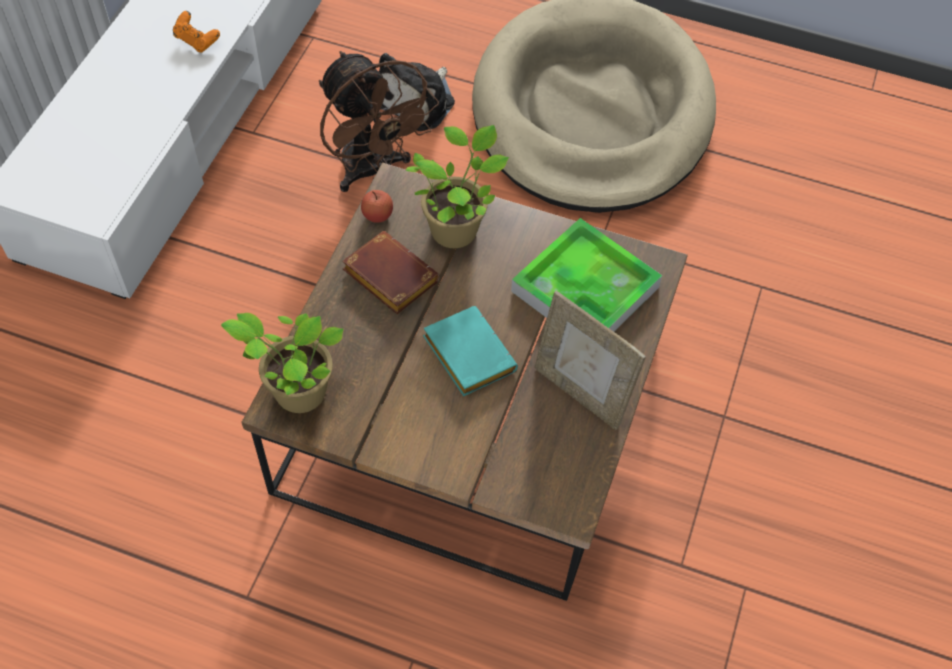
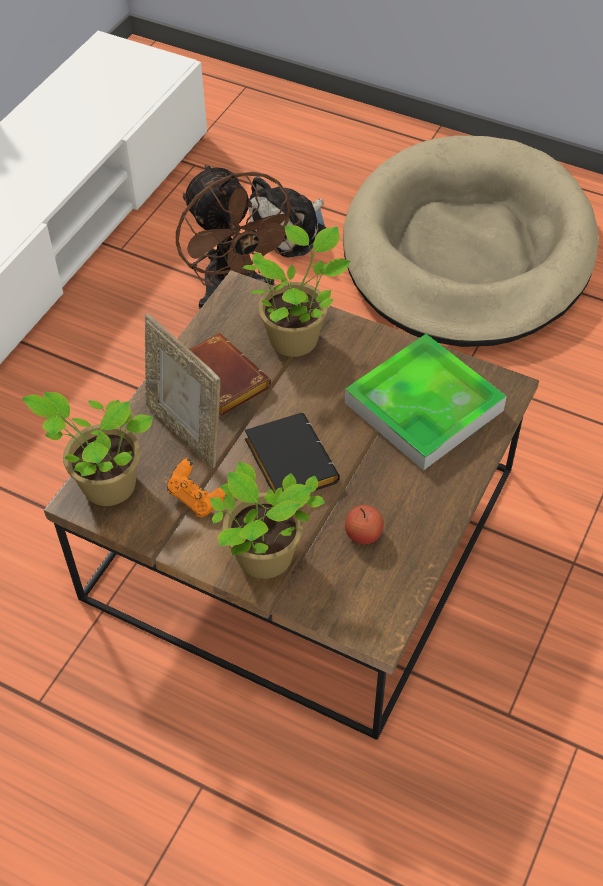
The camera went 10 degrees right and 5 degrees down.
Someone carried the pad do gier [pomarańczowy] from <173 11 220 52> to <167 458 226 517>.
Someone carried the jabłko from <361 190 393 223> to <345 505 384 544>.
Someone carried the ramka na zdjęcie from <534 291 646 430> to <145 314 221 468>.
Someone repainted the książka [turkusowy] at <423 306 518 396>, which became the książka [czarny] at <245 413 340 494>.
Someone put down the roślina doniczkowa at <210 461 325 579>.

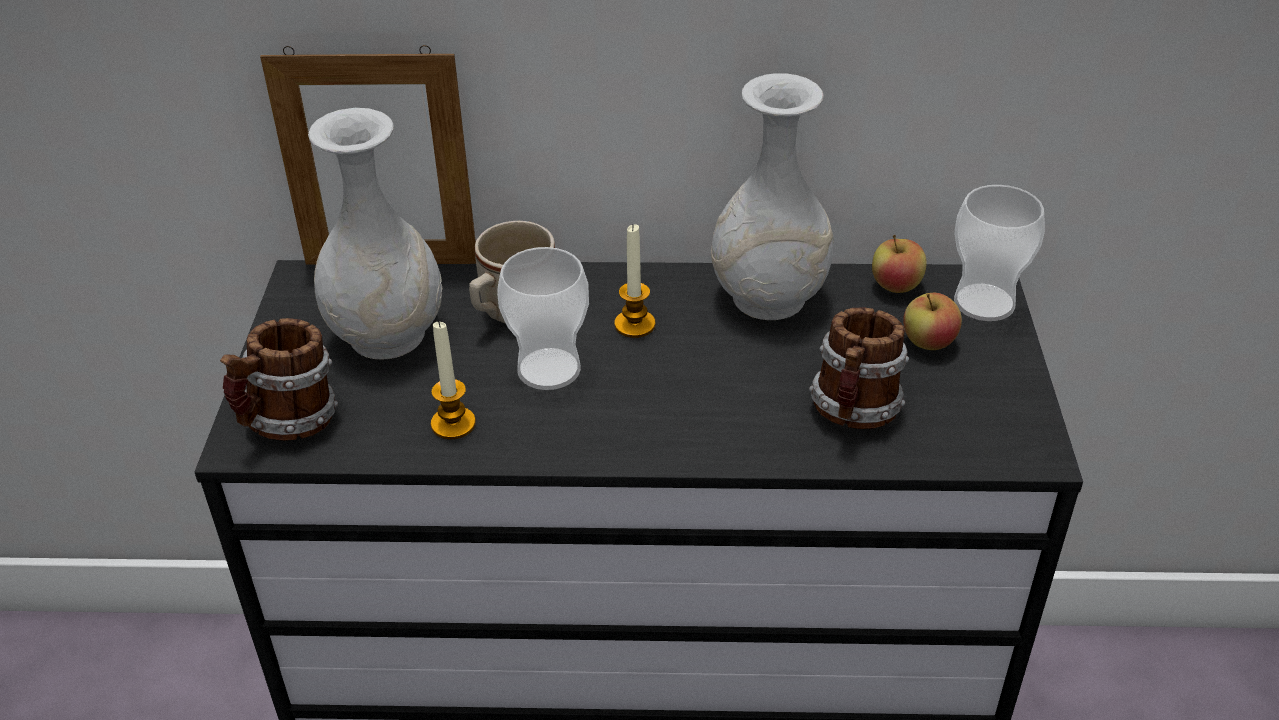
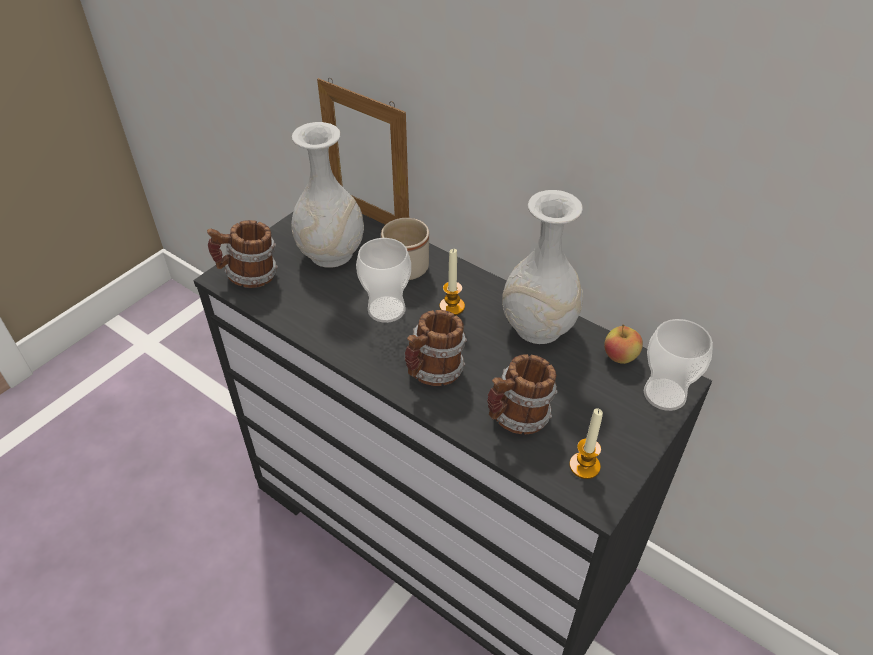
The camera went 35 degrees right and 5 degrees up.
Someone took away the jabłko at <903 293 962 350>.
Someone carried the świeca from <431 320 476 439> to <569 408 603 479>.
Someone put down the kubek at <405 310 467 386>.

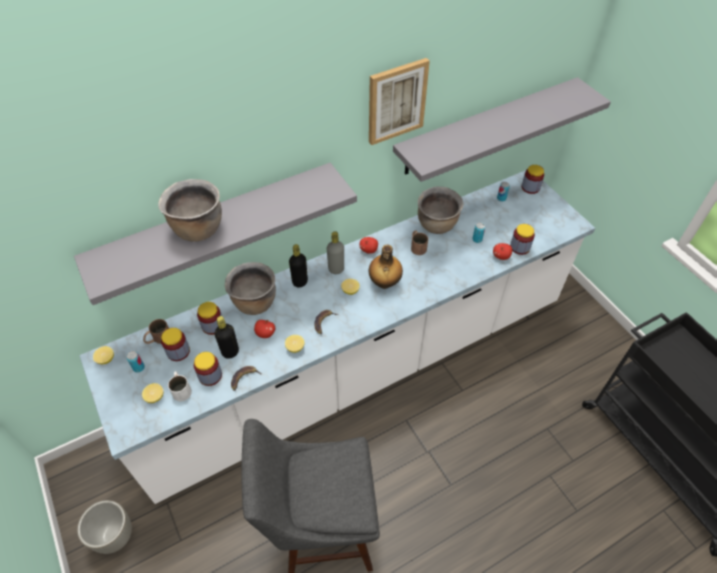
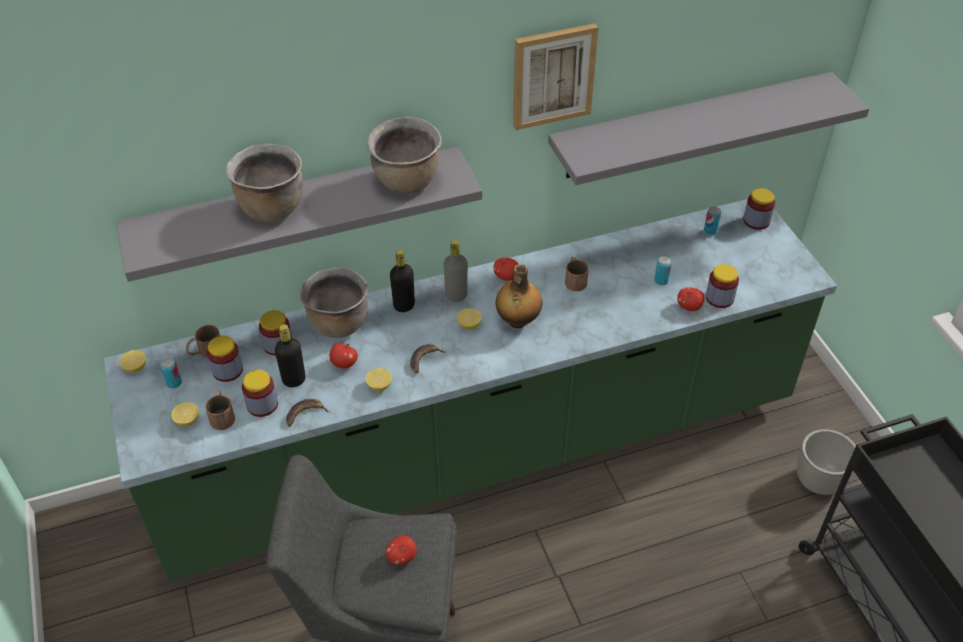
The camera went 10 degrees right and 5 degrees down.
Someone repainted the zabudowa kuchenna [biały] at <79 170 595 504>, which became the zabudowa kuchenna [zielony] at <103 199 837 581>.
Someone carried the garnek [brązowy] from <418 186 464 234> to <367 117 442 193>.
Someone repainted the kubek [biały] at <168 371 192 401>, which became the kubek [brązowy] at <205 391 235 430>.
Someone carried the donica [szary] from <77 500 132 554> to <797 429 856 495>.
Someone put down the jabłko at <386 535 417 566>.

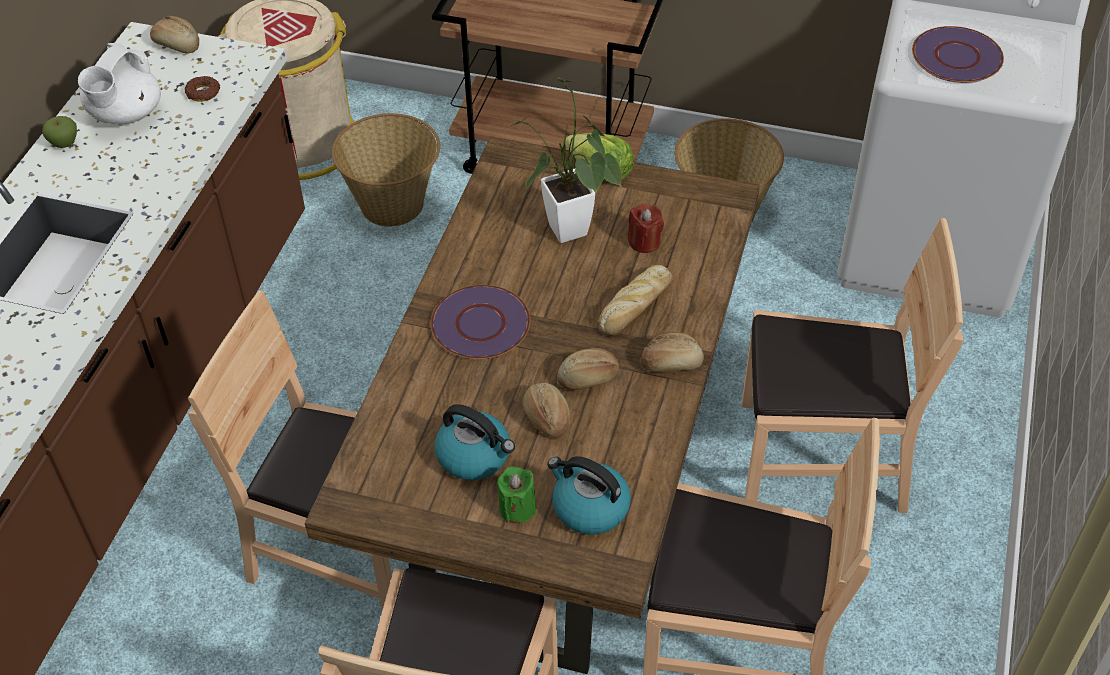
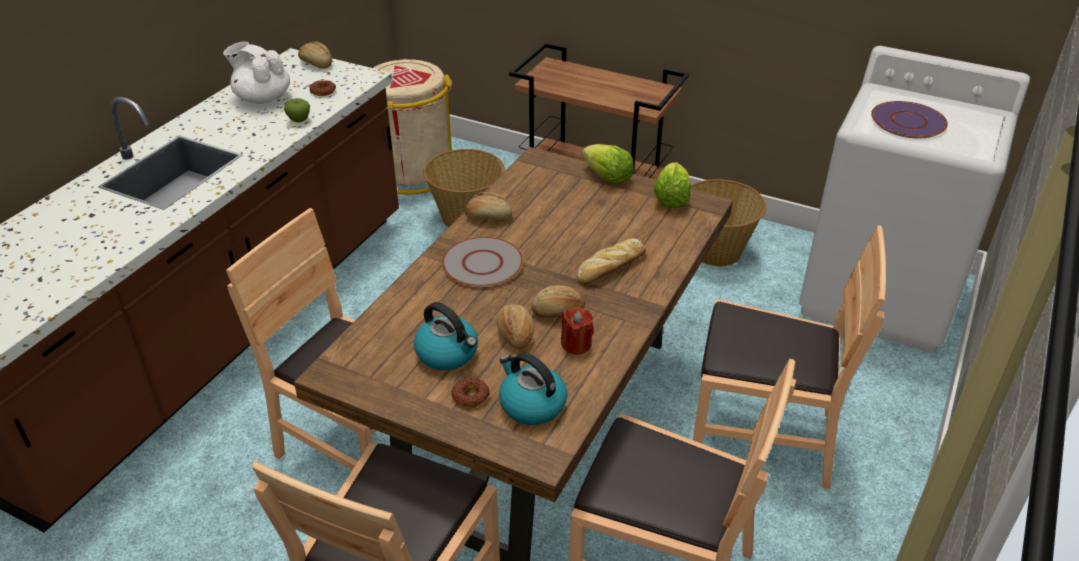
The camera went 10 degrees right and 10 degrees down.
Someone rotated the imbryk [biały] at <78 43 161 124> by 90 degrees clockwise.
Someone took away the roślina doniczkowa at <511 77 622 243>.
Someone carried the jabłko from <42 116 77 148> to <284 98 310 123>.
Someone carried the świeca [czerwony] from <628 203 664 253> to <561 307 594 354>.
Someone repainted the talerz [fioletowy] at <431 285 530 359>, which became the talerz [szary] at <442 237 523 287>.
Someone carried the chleb from <640 332 704 372> to <465 192 512 221>.
Someone swapped the świeca [zielony] at <497 466 536 523> for the donut at <451 378 490 408>.
Someone put down the sałata at <654 162 691 208>.

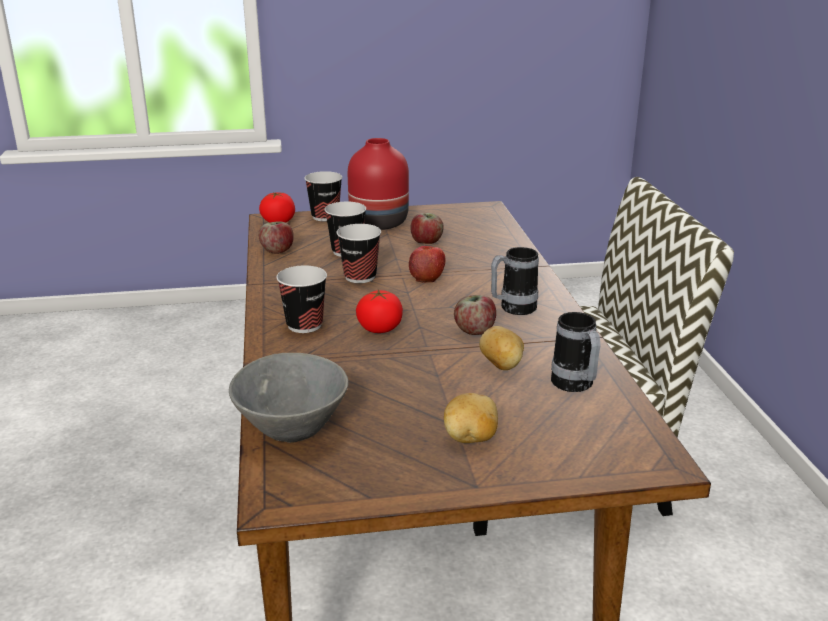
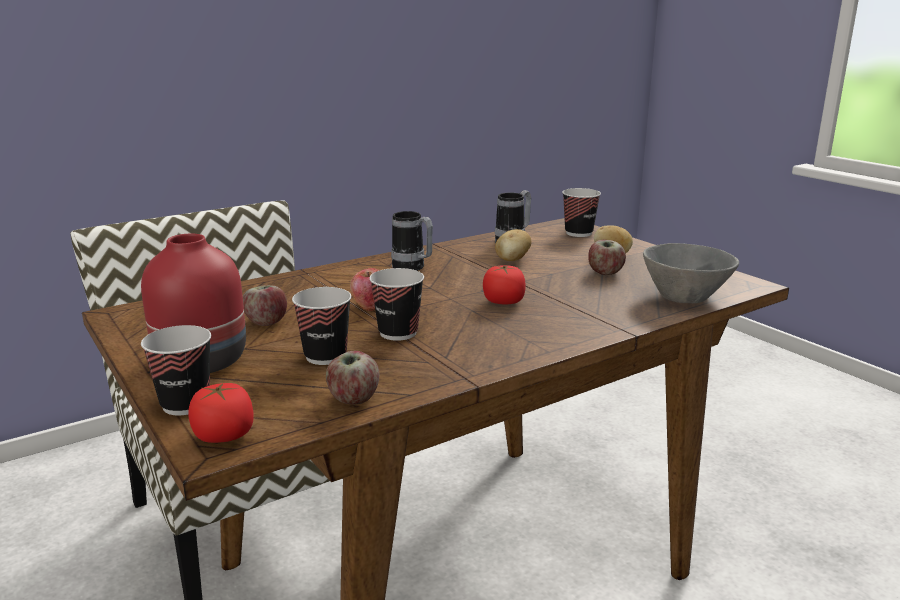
The camera went 115 degrees left and 5 degrees down.
Someone carried the filiżanka from <276 265 327 333> to <562 188 601 237>.
Someone carried the jabłko from <454 295 496 335> to <588 240 626 275>.

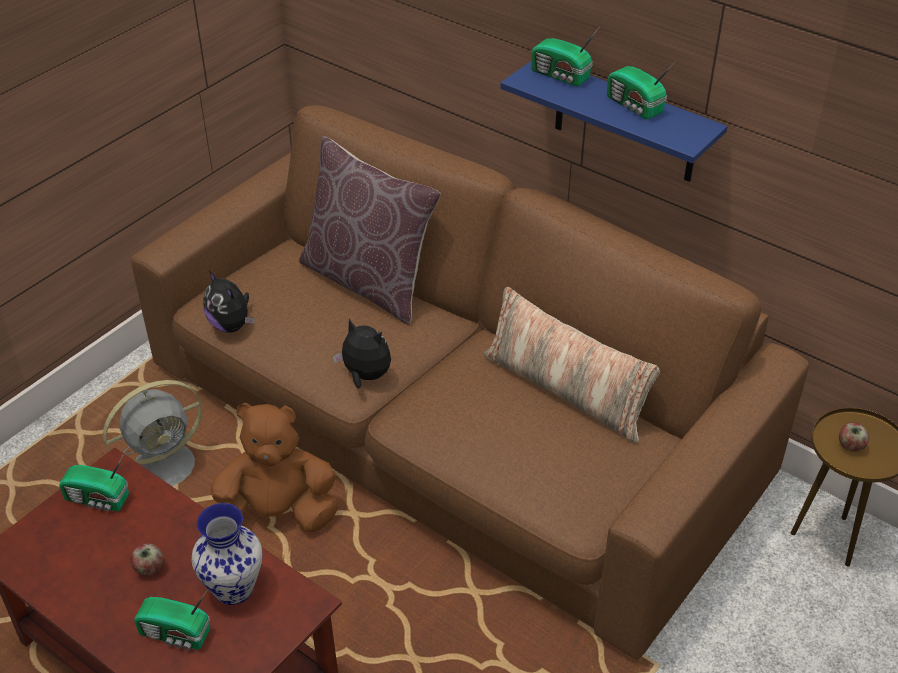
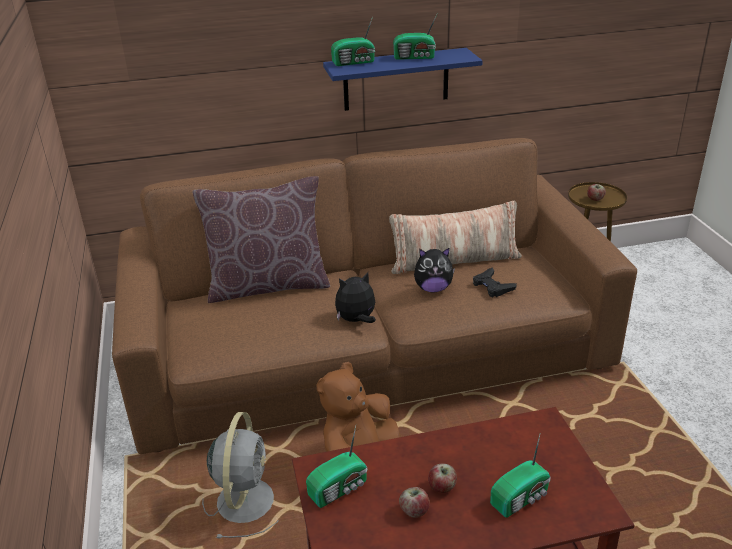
The camera went 50 degrees left and 10 degrees down.
Someone carried the pluszak from <204 271 255 333> to <414 248 455 293>.
Someone took away the wazon at <191 503 263 605>.
Someone put down the pad do gier [czarny] at <473 268 517 297>.
Someone put down the jabłko at <399 487 429 518>.

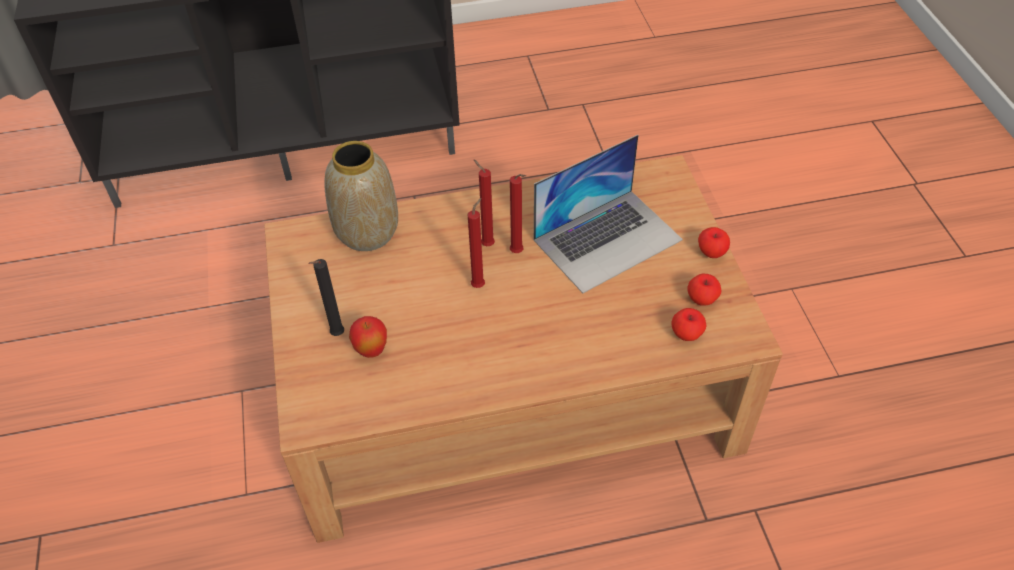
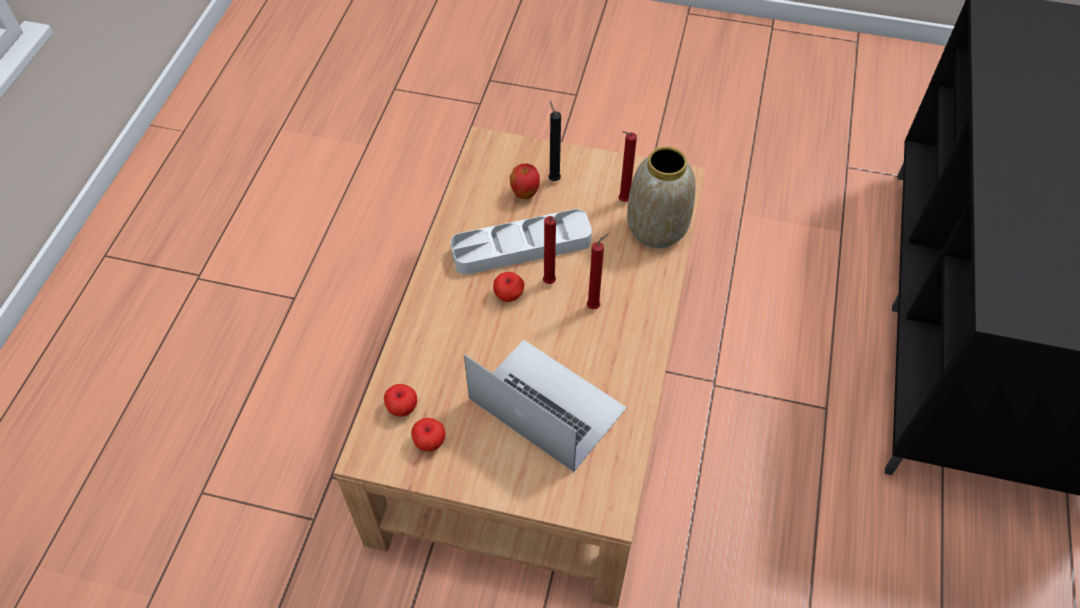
The camera went 115 degrees right and 5 degrees up.
Someone rotated the laptop at <534 135 683 293> by 135 degrees clockwise.
Someone carried the świeca [czerwony] from <510 174 526 253> to <618 131 637 202>.
Someone carried the jabłko from <698 227 730 258> to <493 272 524 302>.
Someone put down the taca [szary] at <451 209 592 275>.

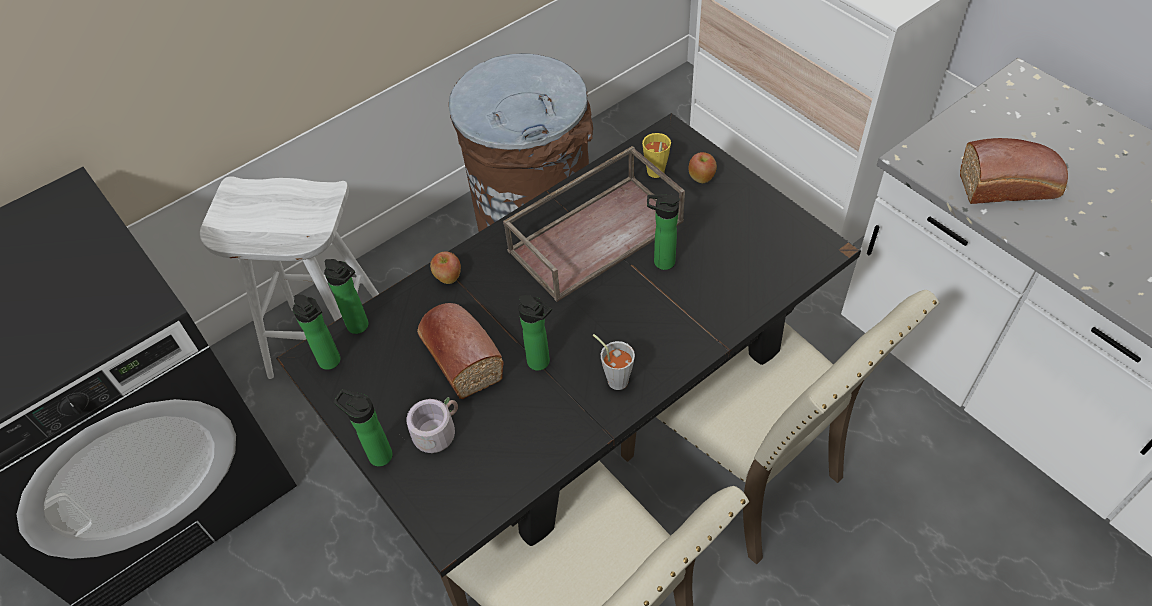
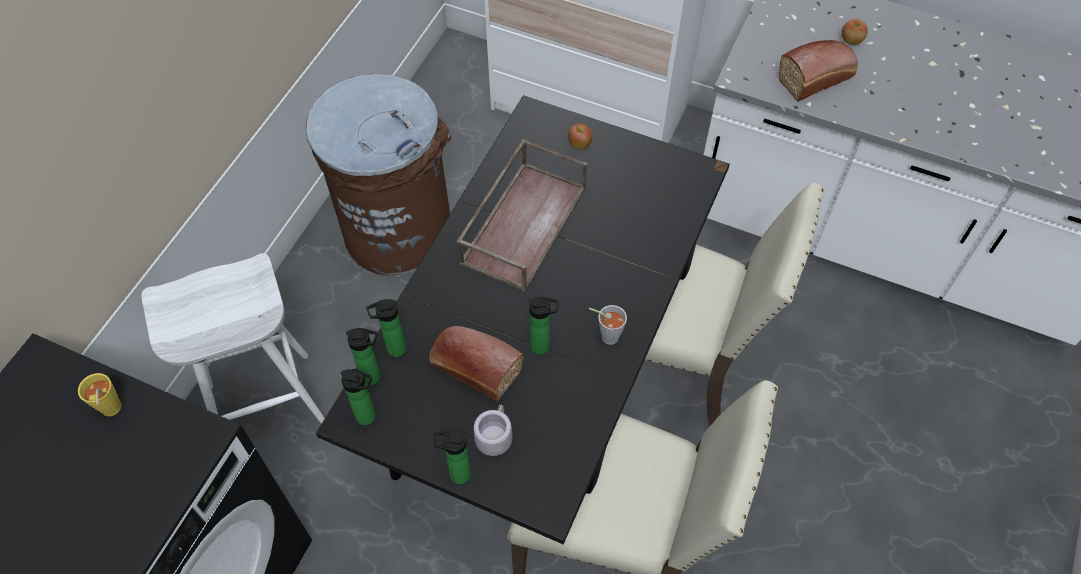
The camera went 30 degrees left and 5 degrees up.
Someone carried the filiżanka [żółty] from <642 133 671 178> to <78 373 121 417>.
Someone carried the butelka from <647 195 680 270> to <366 299 406 357>.
Someone carried the jabłko from <430 252 461 284> to <842 19 868 45>.

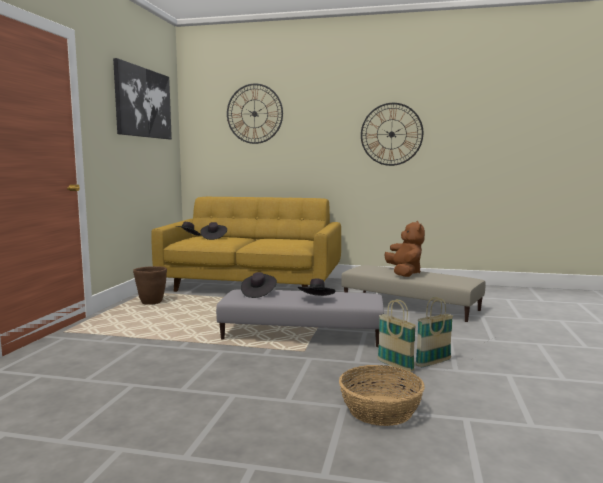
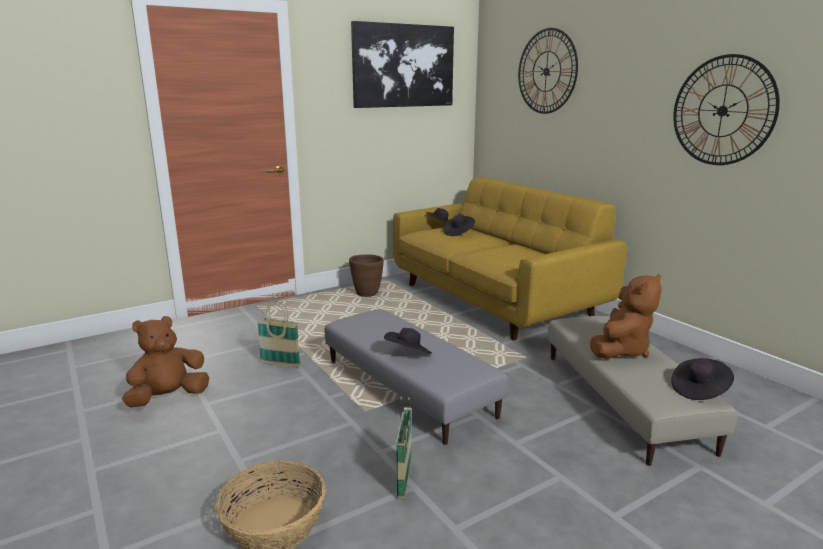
The camera went 45 degrees right and 10 degrees up.
Someone carried the kapelusz [czarny] from <241 272 277 298> to <671 358 734 400>.
Someone carried the koszyk from <415 297 453 367> to <257 302 301 367>.
Someone put down the pluszak [brązowy] at <122 316 209 408>.

